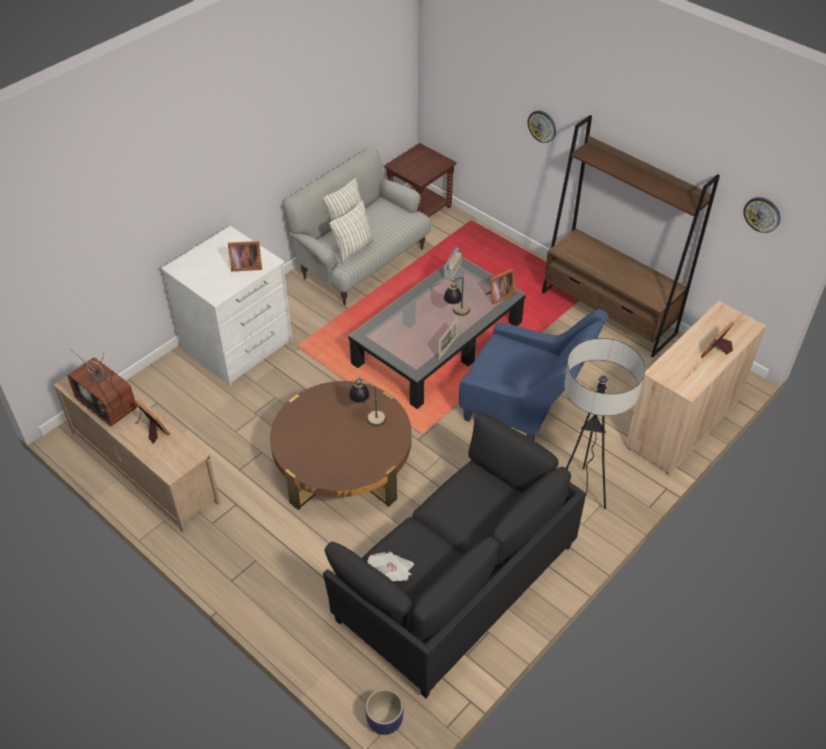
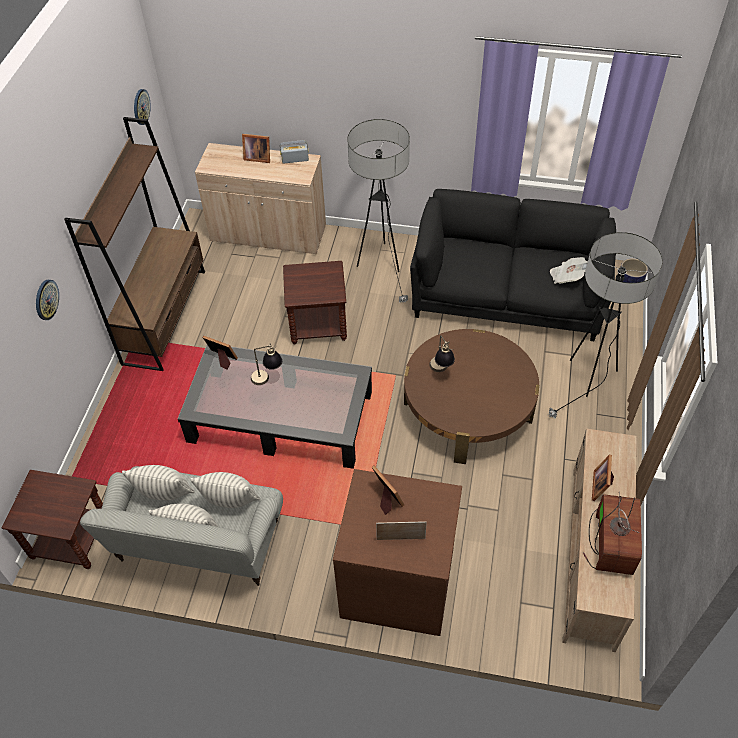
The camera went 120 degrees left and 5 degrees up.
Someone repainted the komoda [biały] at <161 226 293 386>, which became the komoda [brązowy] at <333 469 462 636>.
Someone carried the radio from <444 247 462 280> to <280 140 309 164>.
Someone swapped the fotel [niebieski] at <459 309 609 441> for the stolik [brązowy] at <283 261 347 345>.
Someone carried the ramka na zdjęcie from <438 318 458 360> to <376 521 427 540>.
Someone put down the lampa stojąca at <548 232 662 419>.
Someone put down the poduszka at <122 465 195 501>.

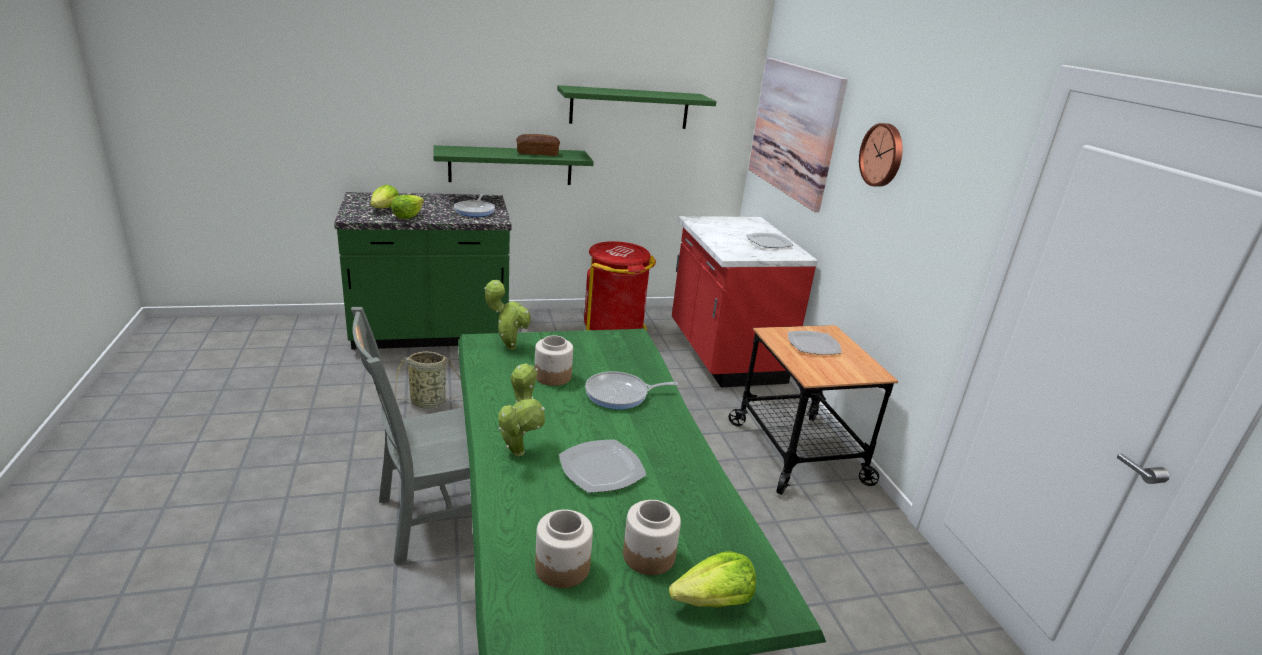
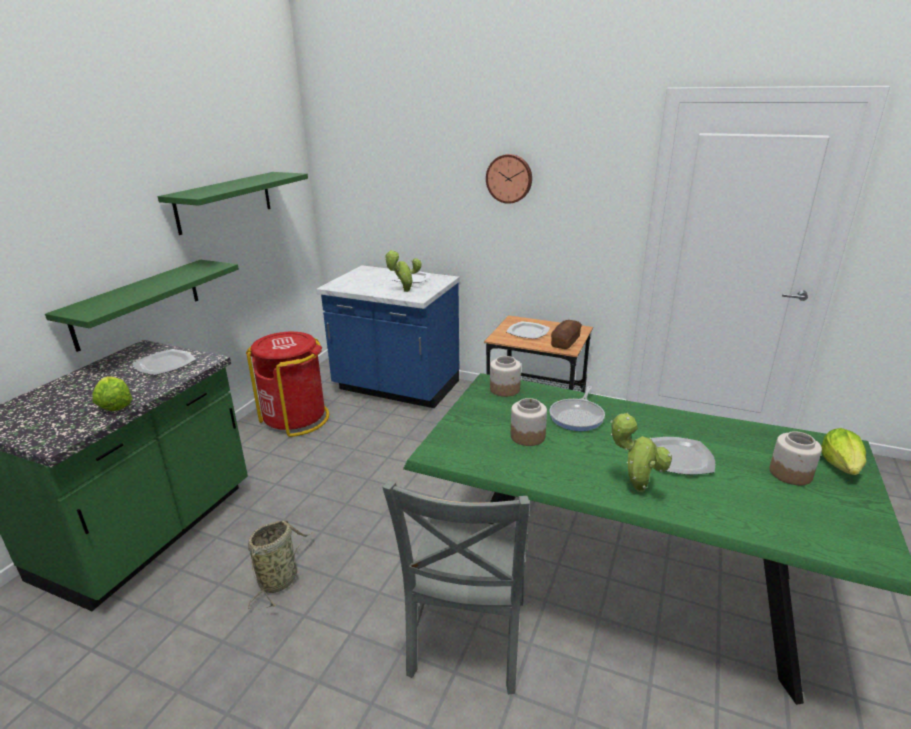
The camera went 50 degrees left and 0 degrees up.
Someone took away the obraz at <748 58 848 212>.
Someone carried the chleb from <516 134 560 156> to <551 320 582 349>.
Someone took away the sałata at <370 184 399 208>.
Someone swapped the patelnia at <454 194 495 217> for the talerz at <132 349 196 375>.
Someone repainted the zabudowa kuchenna [czerwony] at <672 216 818 387>, which became the zabudowa kuchenna [niebieski] at <316 265 460 408>.
Someone carried the roślina doniczkowa from <484 280 531 350> to <384 250 422 292>.
Someone carried the słoik from <535 510 593 588> to <490 356 521 397>.

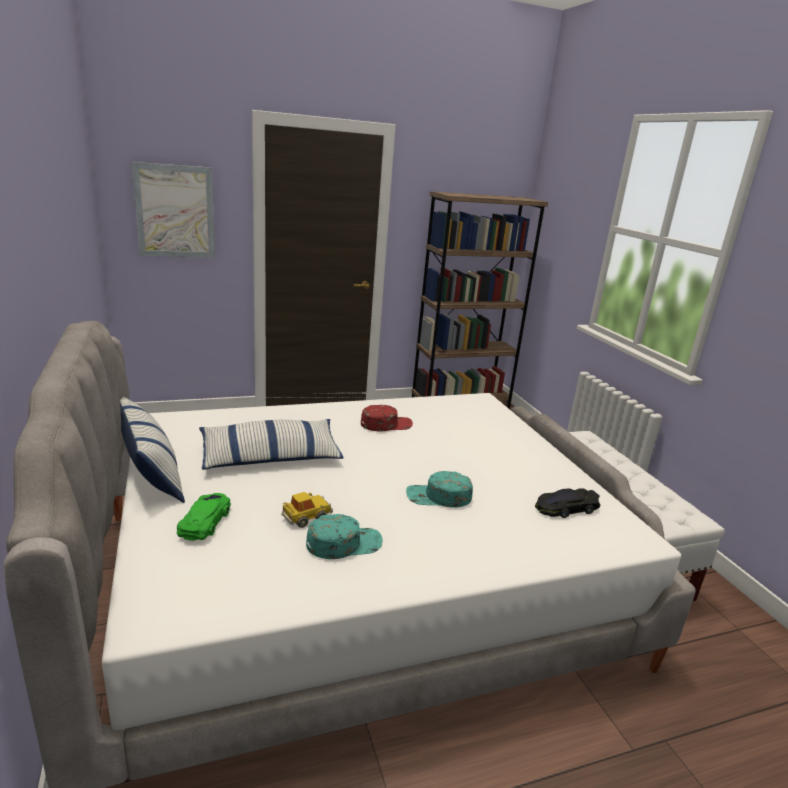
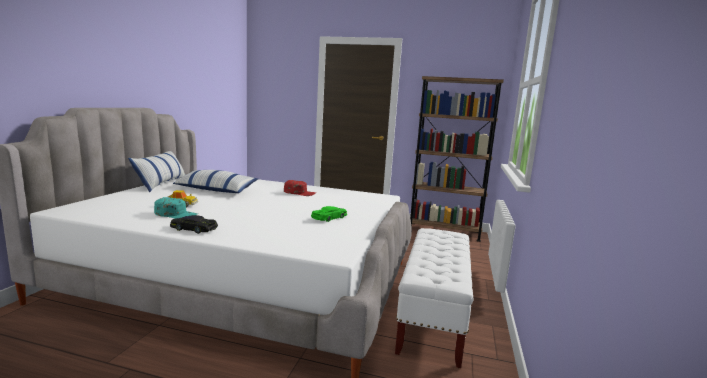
The camera went 35 degrees right and 10 degrees down.
Someone took away the obraz at <132 162 215 258>.
Someone took away the czapka z daszkiem [turkusowy] at <406 471 473 507>.
Someone carried the samochodzik [czarny] from <535 488 600 518> to <170 215 218 234>.
Someone carried the samochodzik [zielony] from <177 493 231 541> to <311 206 347 222>.

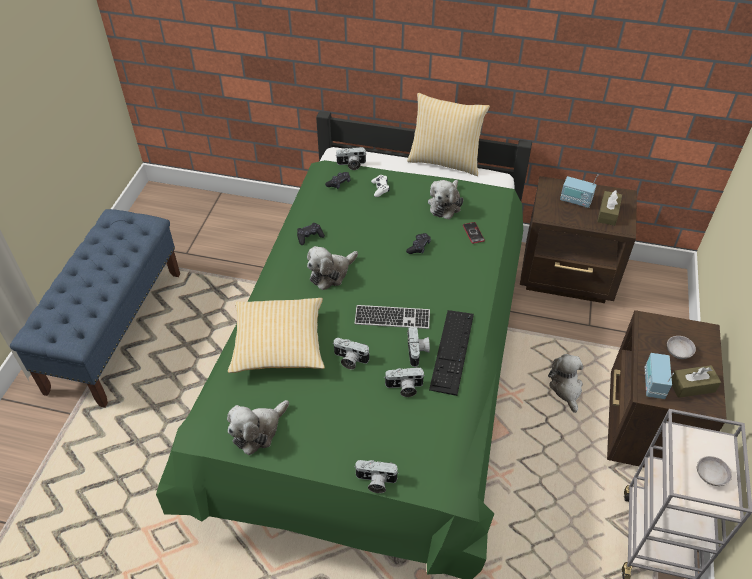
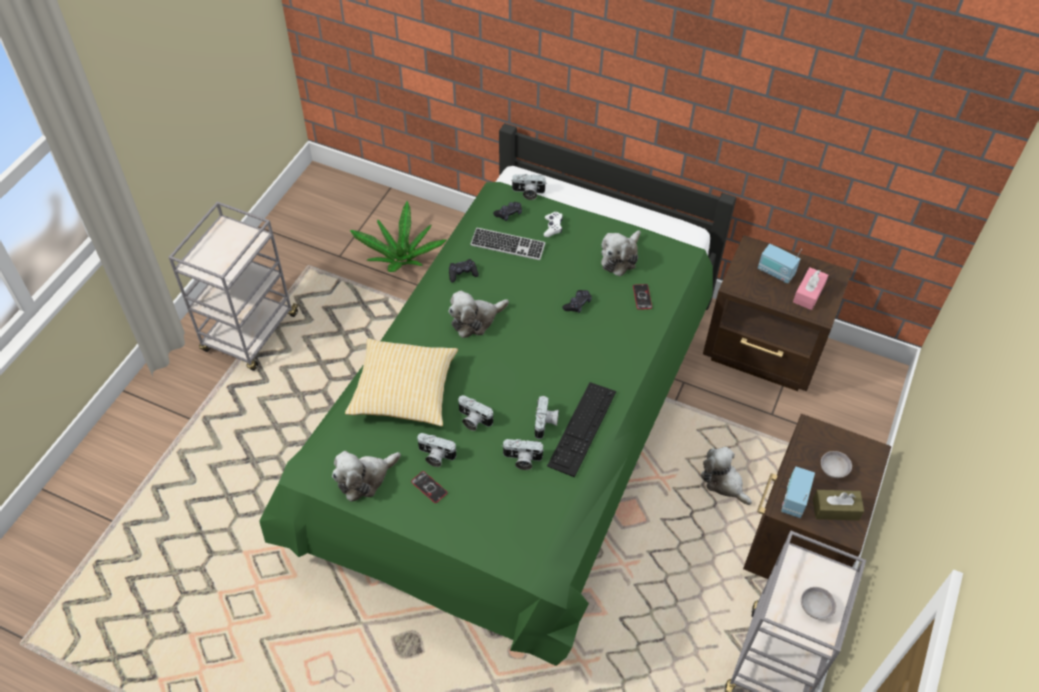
The camera went 10 degrees right and 5 degrees up.
Someone took away the poduszka at <407 93 490 176>.
Someone repainted the pudełko chusteczek [brązowy] at <597 190 622 226>, which became the pudełko chusteczek [różowy] at <793 267 828 310>.
Someone swapped the ławka [niebieski] at <10 209 180 408> for the wózek [szary] at <168 201 299 371>.
Someone carried the klawiatura from <355 305 430 329> to <470 227 545 260>.
Someone rotated the pluszak at <548 354 583 413> by 45 degrees counterclockwise.
Someone carried the aparat fotograficzny from <354 460 399 493> to <417 433 456 467>.
Someone put down the roślina doniczkowa at <350 201 447 272>.
Someone put down the telefon at <411 471 447 503>.

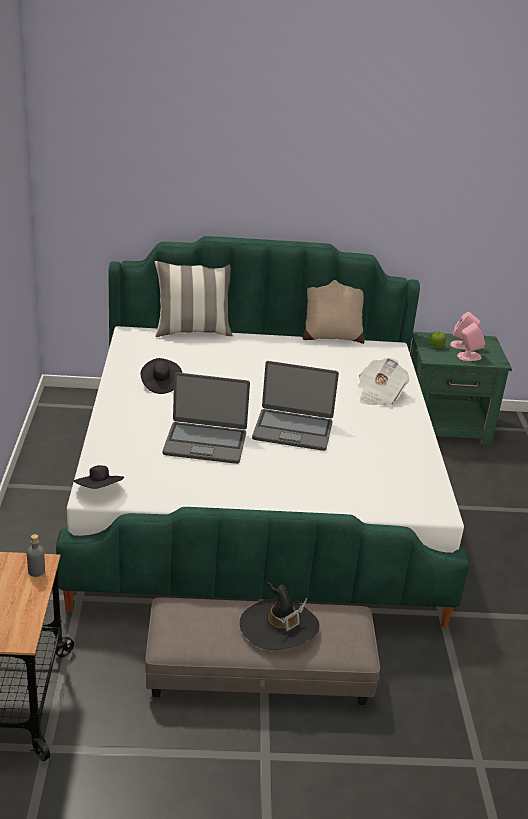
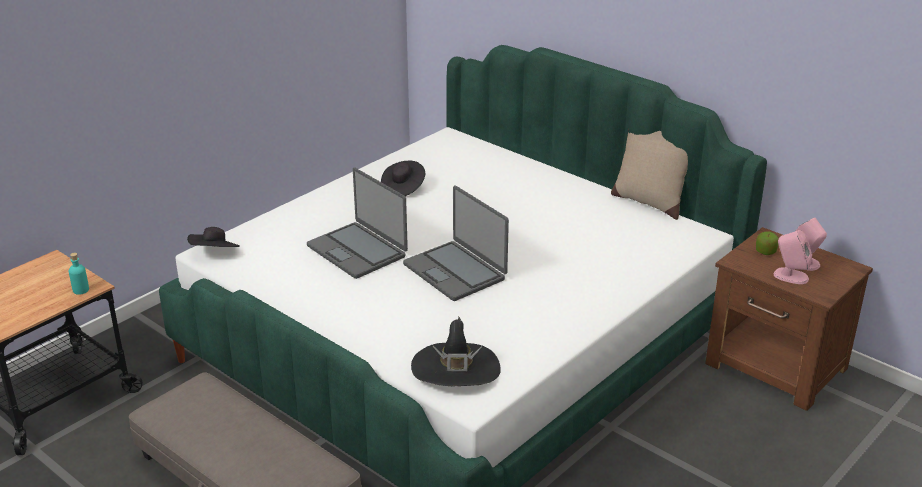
The camera went 45 degrees right and 0 degrees up.
Someone took away the poduszka at <155 261 233 337>.
Someone repainted the szafka nocna [zielony] at <410 332 512 446>, which became the szafka nocna [brązowy] at <705 227 873 411>.
Someone took away the gazeta at <358 358 409 405>.
Someone repainted the butelka [szary] at <27 534 45 577>, which became the butelka [turkusowy] at <69 253 89 295>.
Someone carried the kapelusz [czarny] from <240 582 320 650> to <411 317 501 386>.

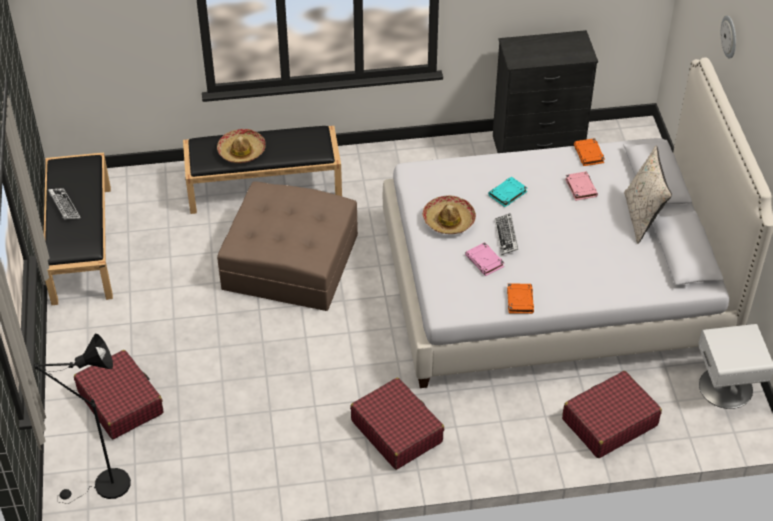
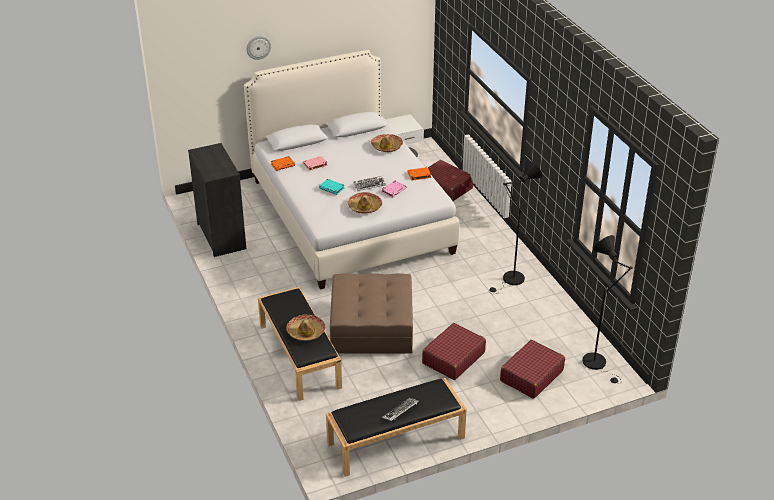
The camera went 105 degrees left and 10 degrees down.
Someone took away the poduszka [beżowy] at <624 146 672 244>.
Someone carried the walizka [czerwony] from <350 378 444 470> to <422 323 486 380>.
Someone put down the kapelusz at <371 134 403 152>.
Someone put down the lampa stojąca [czarny] at <489 160 542 294>.

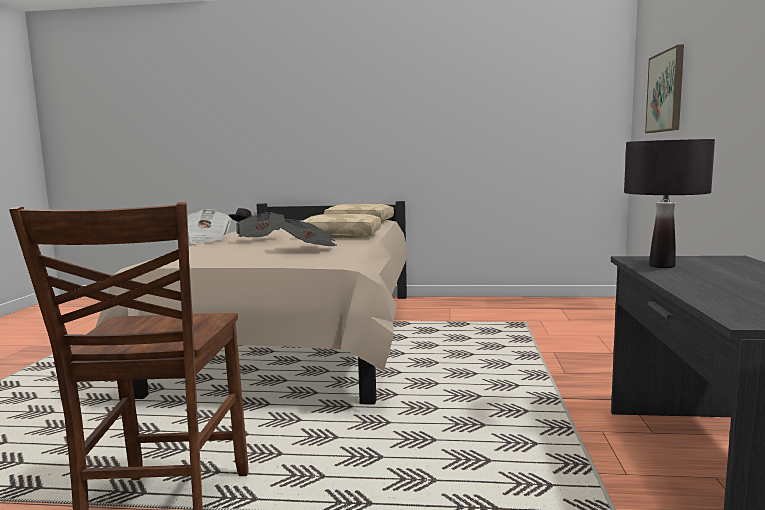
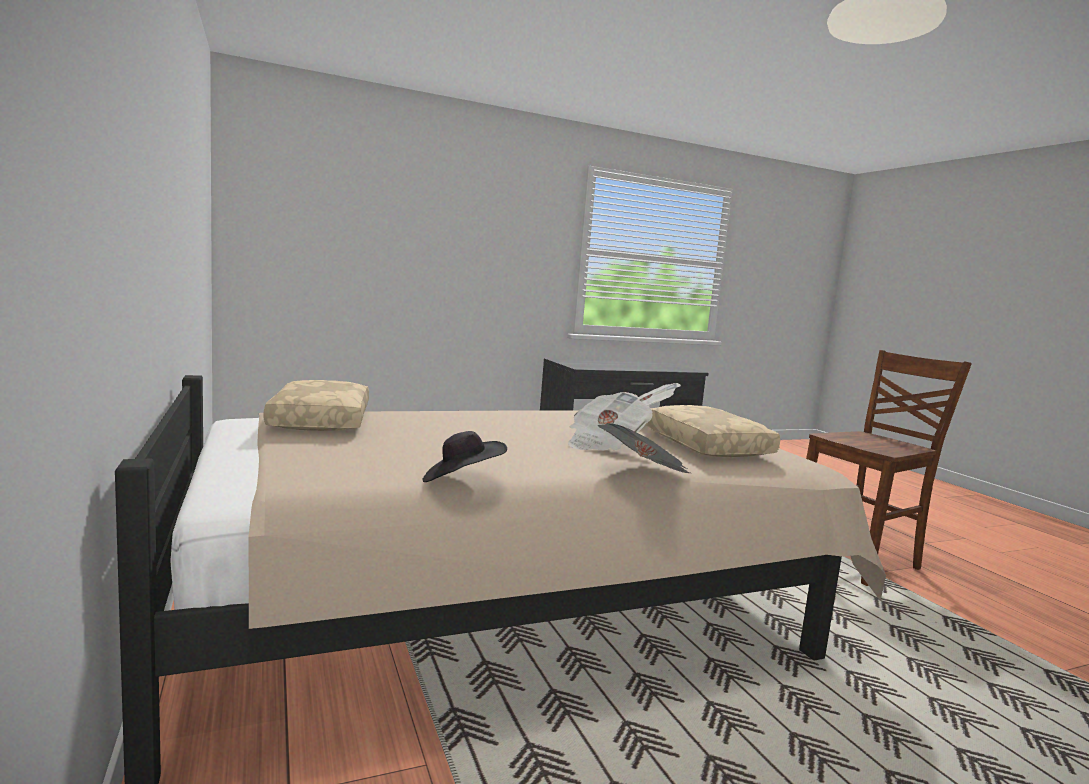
The camera went 120 degrees left and 0 degrees up.
Someone took away the obraz at <645 44 684 133>.
Someone took away the lampa stołowa [czarny] at <624 139 715 268>.
Someone carried the poduszka [beżowy] from <302 214 381 238> to <646 405 780 457>.

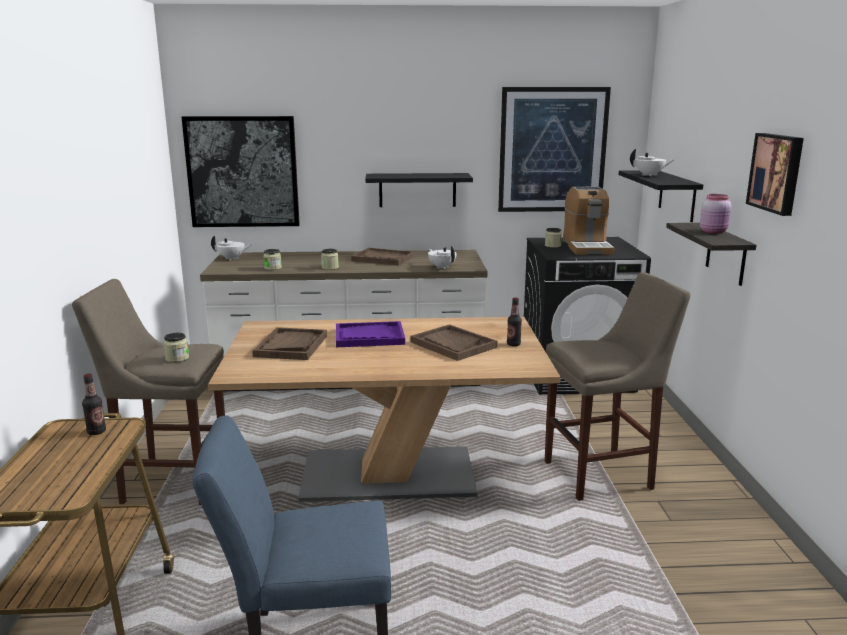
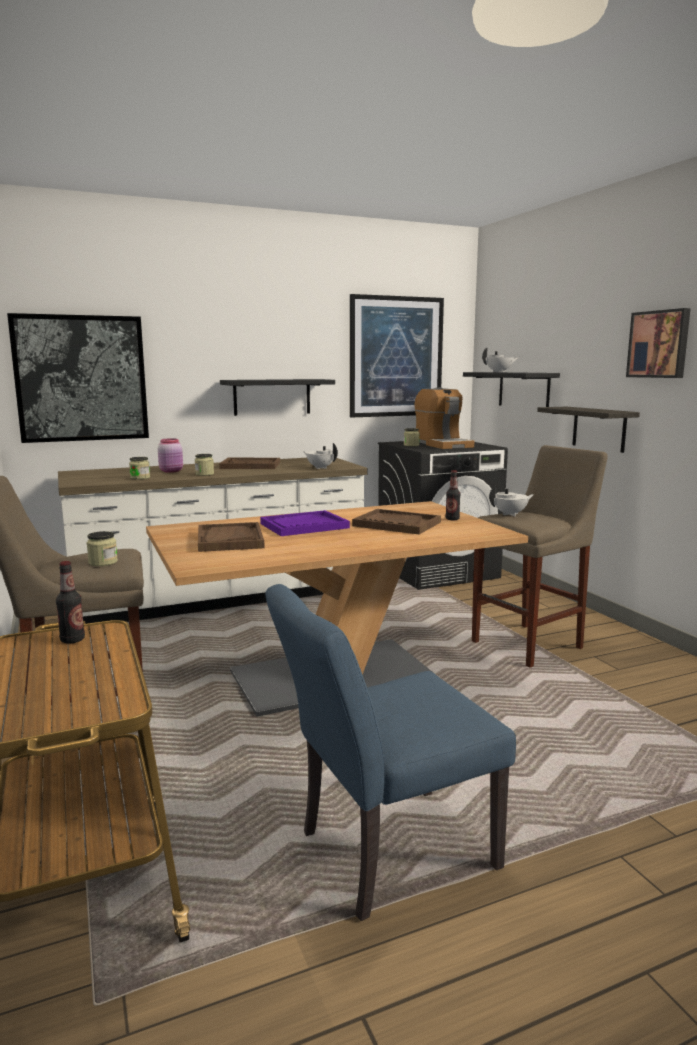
The camera went 20 degrees left and 5 degrees down.
Someone carried the słoik [różowy] from <700 194 731 234> to <158 438 183 473>.
Someone carried the imbryk [biały] from <211 235 252 260> to <489 485 534 516>.

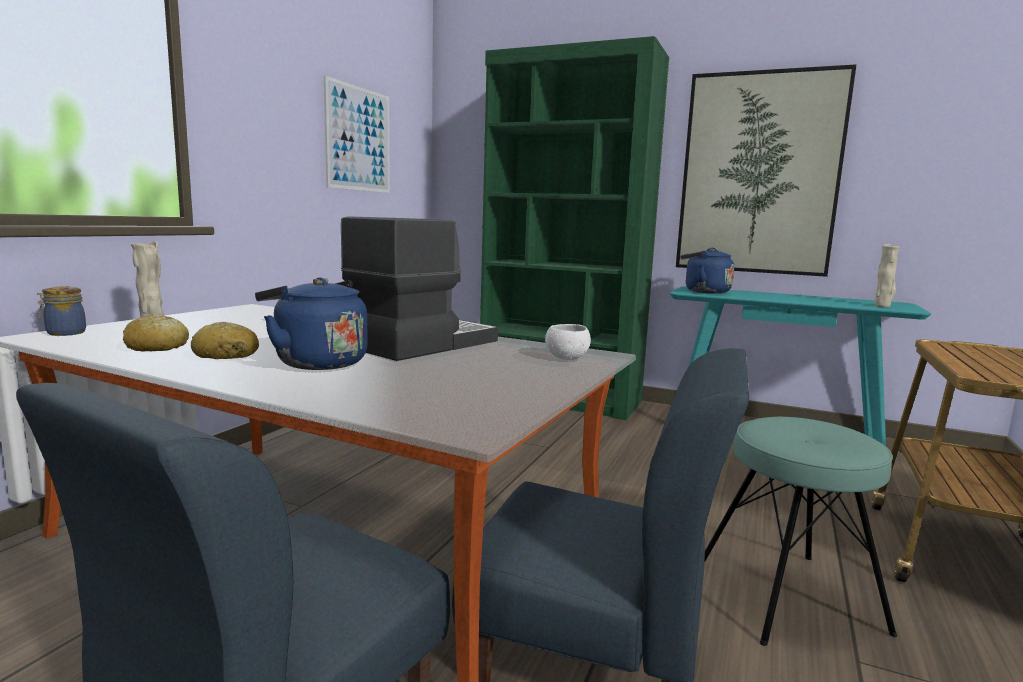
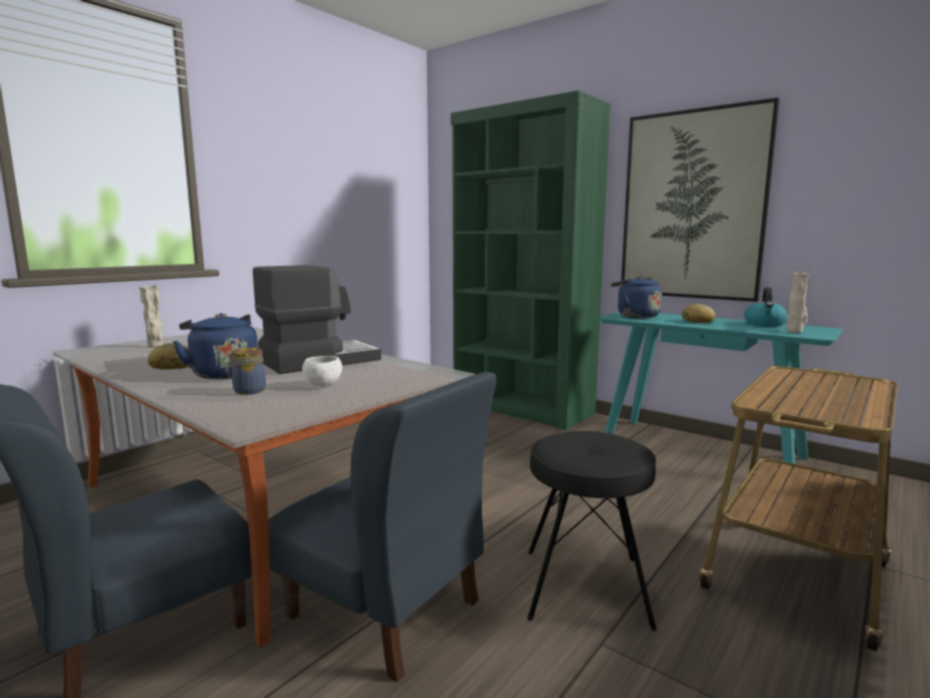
The camera went 15 degrees right and 0 degrees up.
Someone took away the obraz at <324 76 390 193>.
Someone carried the słoik from <37 286 86 336> to <227 347 266 395>.
Someone carried the chleb from <123 314 189 351> to <682 304 715 323>.
Someone carried the miska [biały] from <545 324 591 360> to <302 356 342 387>.
Someone repainted the stołek [turkusowy] at <704 417 897 646>, which became the stołek [czarny] at <527 431 657 631>.
Someone put down the czajnik at <744 287 788 327>.

